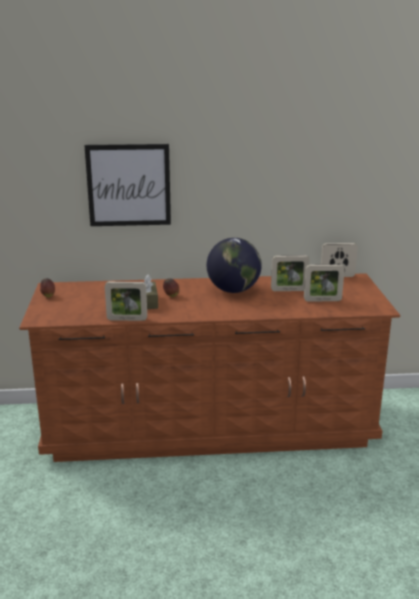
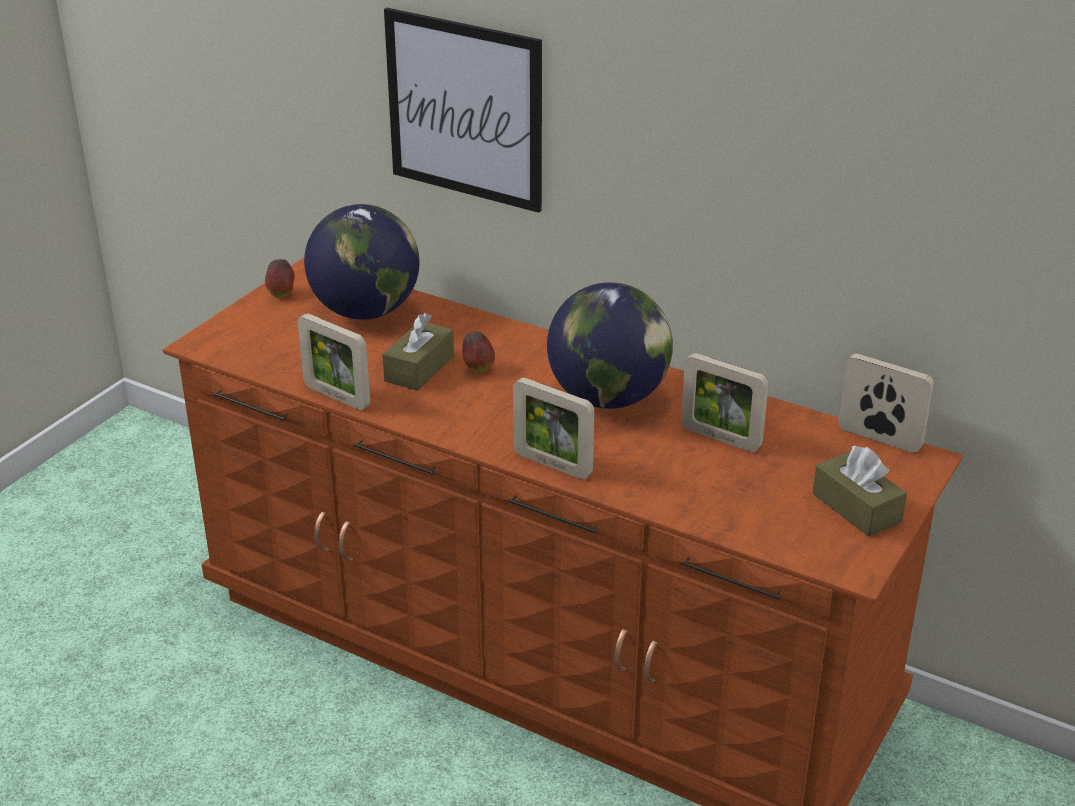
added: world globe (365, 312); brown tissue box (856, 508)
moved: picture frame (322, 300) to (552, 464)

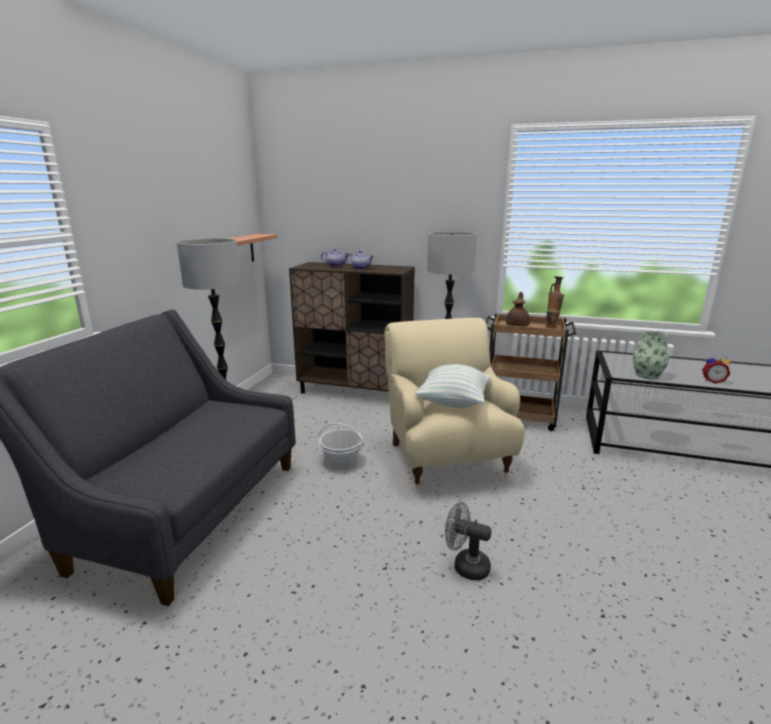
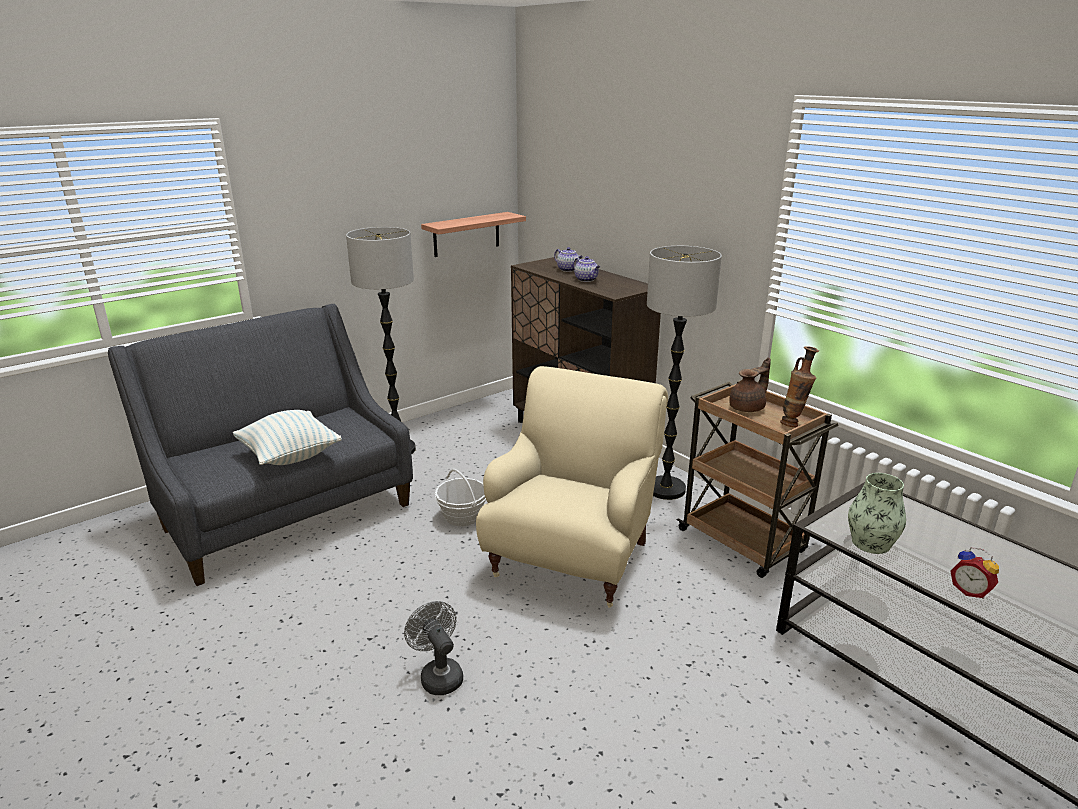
moved: pillow (453, 402) to (290, 456)

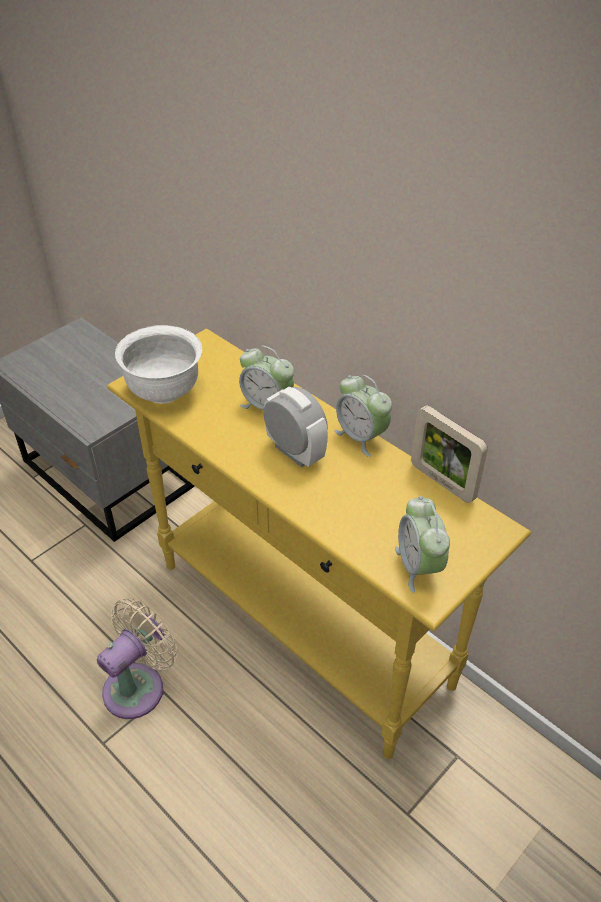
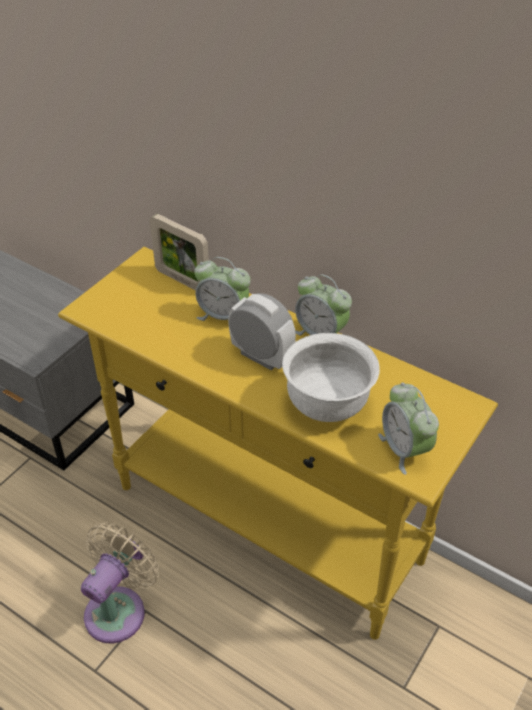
moved: white-coloured bowl (164, 391) to (327, 405); picture frame (442, 482) to (182, 280)

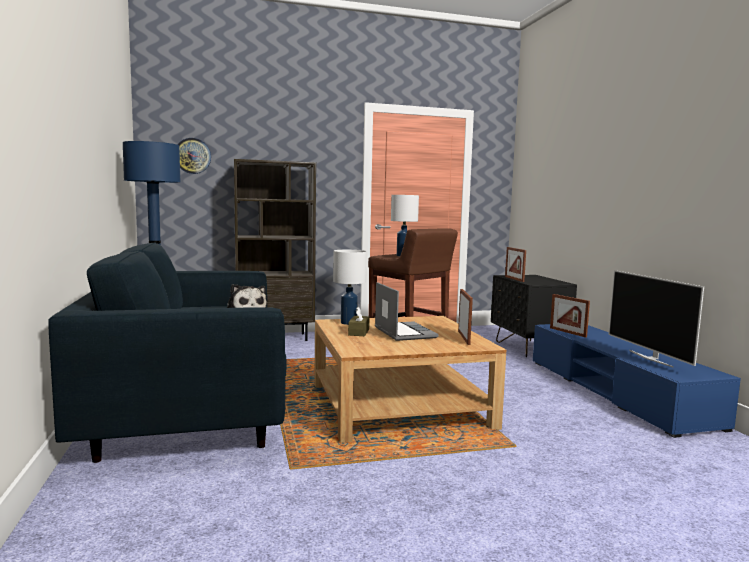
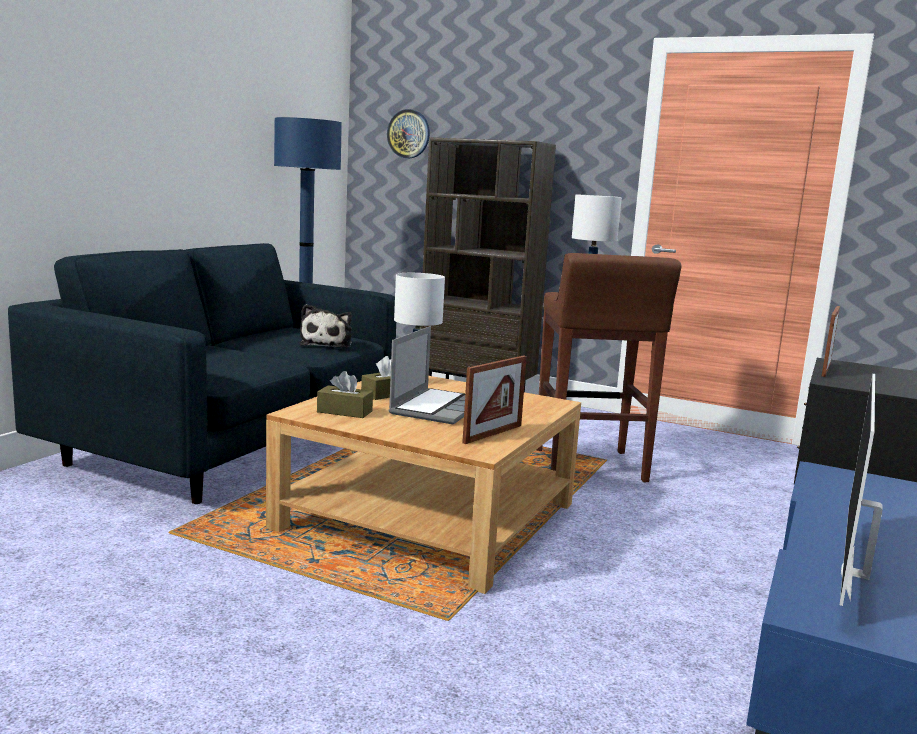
removed: picture frame (567, 332)
added: brown tissue box (344, 412)

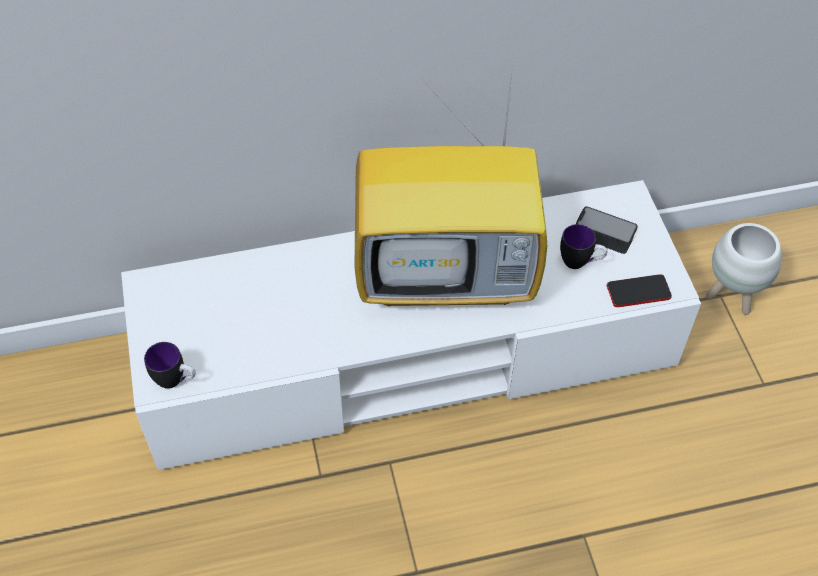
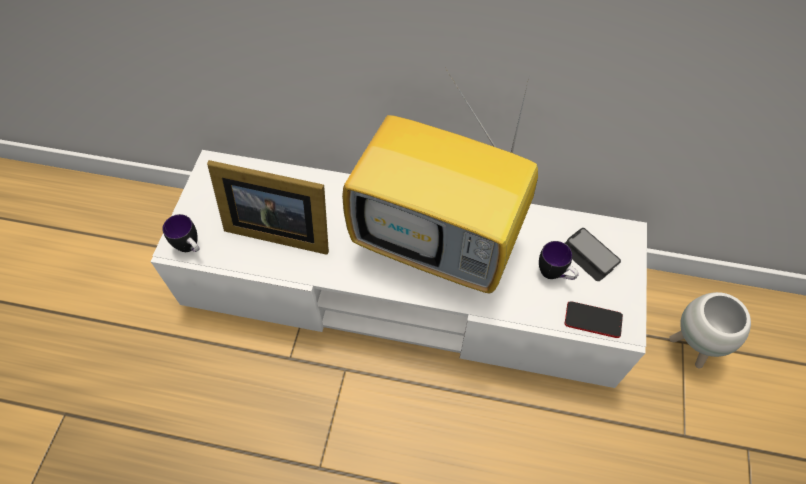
added: picture frame (277, 228)

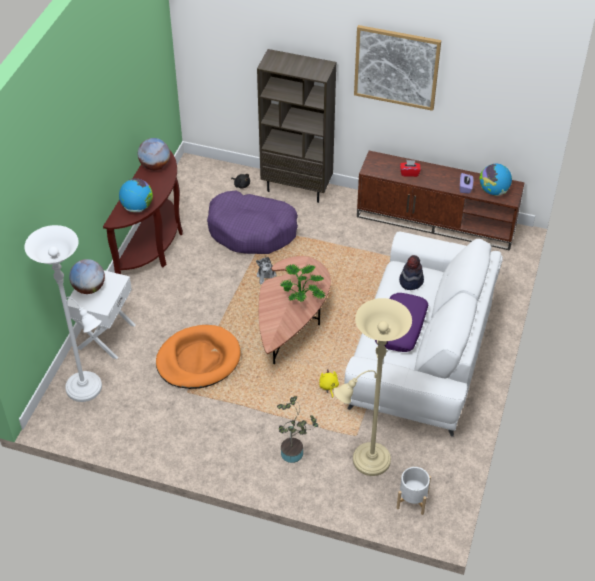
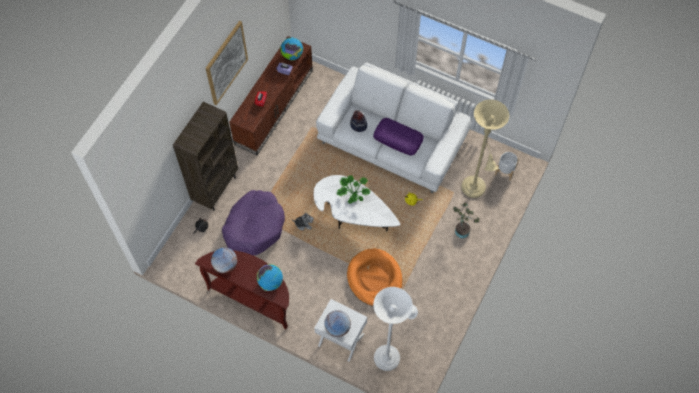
recoloured: brown lounge table (291, 323) to white-coloured lounge table (352, 214)

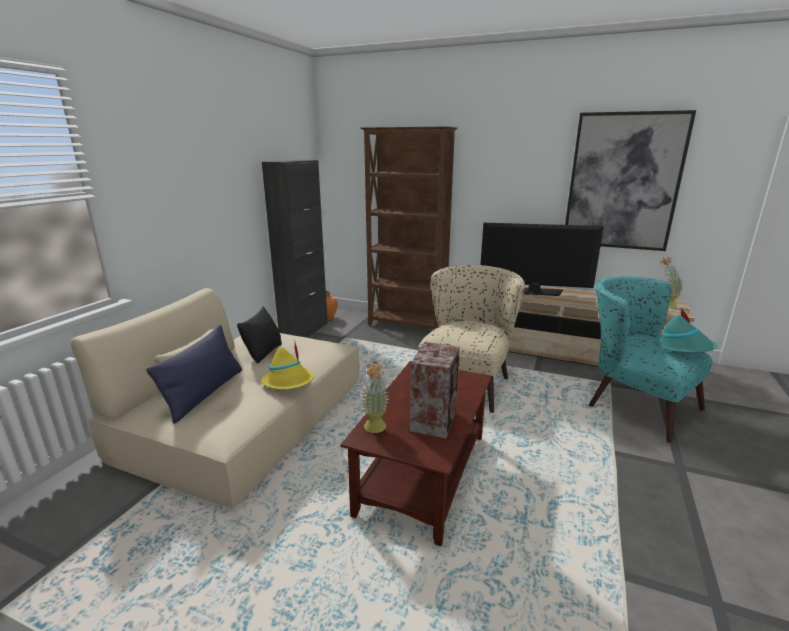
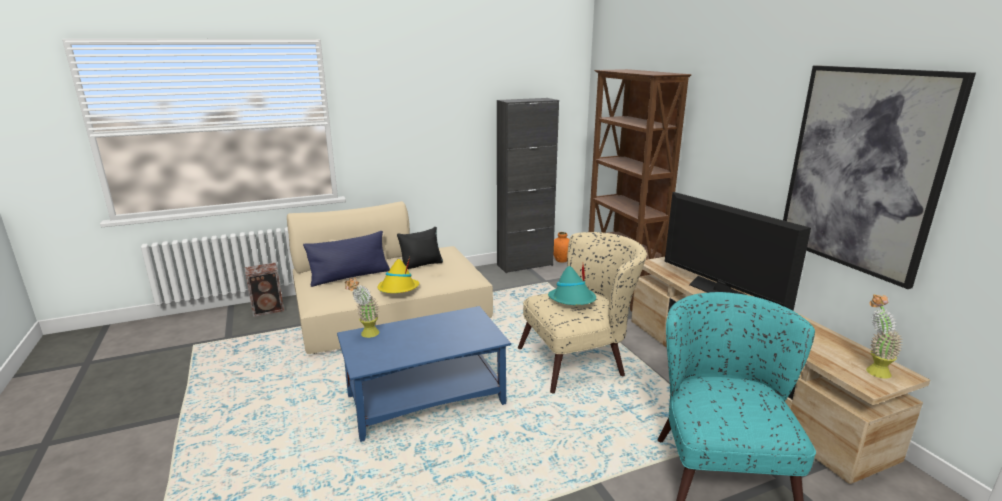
moved: turquoise hat (683, 347) to (572, 300); loudspeaker (435, 420) to (269, 309)
recoloured: brown lounge table (423, 472) to blue-coloured lounge table (427, 399)

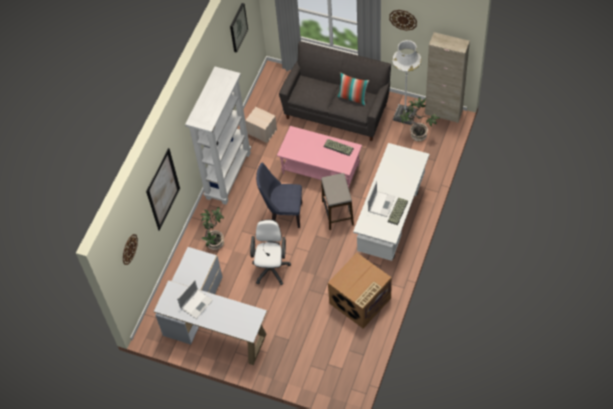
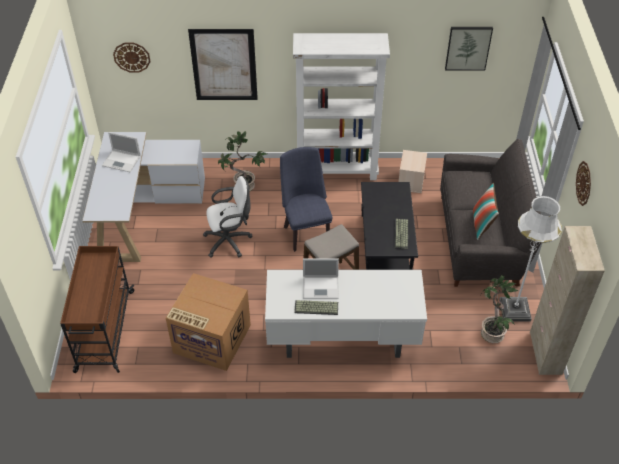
added: brown trolley (104, 331)
recoloured: pink lounge table (321, 169) to blackish lounge table (385, 248)

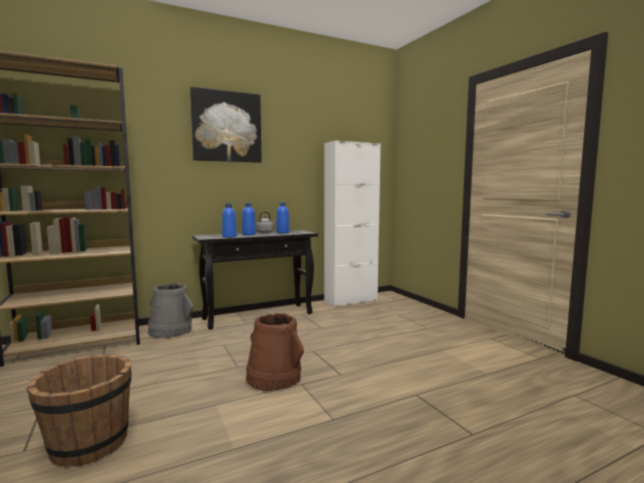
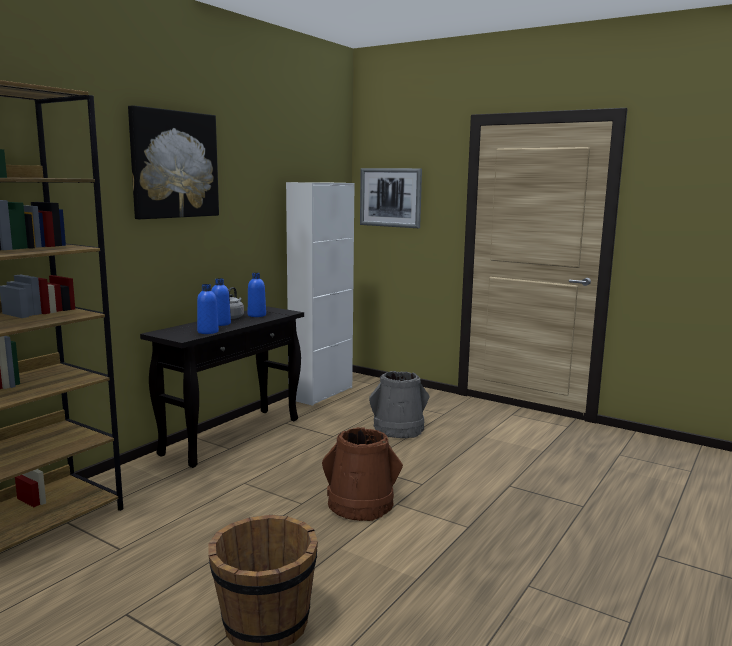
added: wall picture (390, 197)
moved: greyish water bucket (170, 331) to (399, 429)

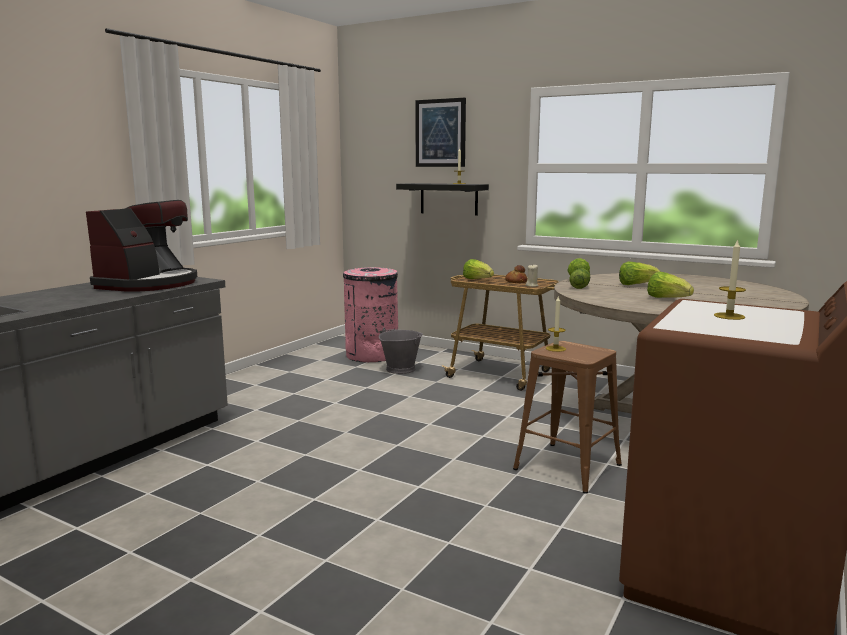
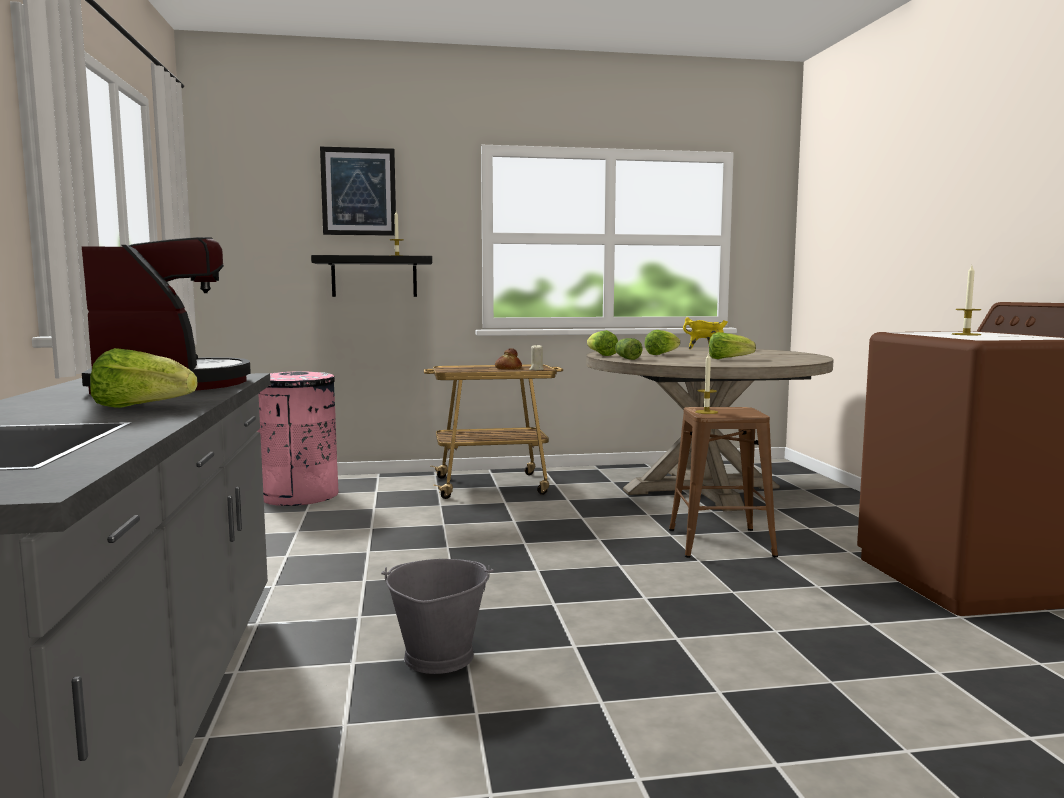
added: yellow stockpot (705, 349)
moved: lettuce (477, 280) to (142, 407); greyish water bucket (400, 369) to (438, 657)

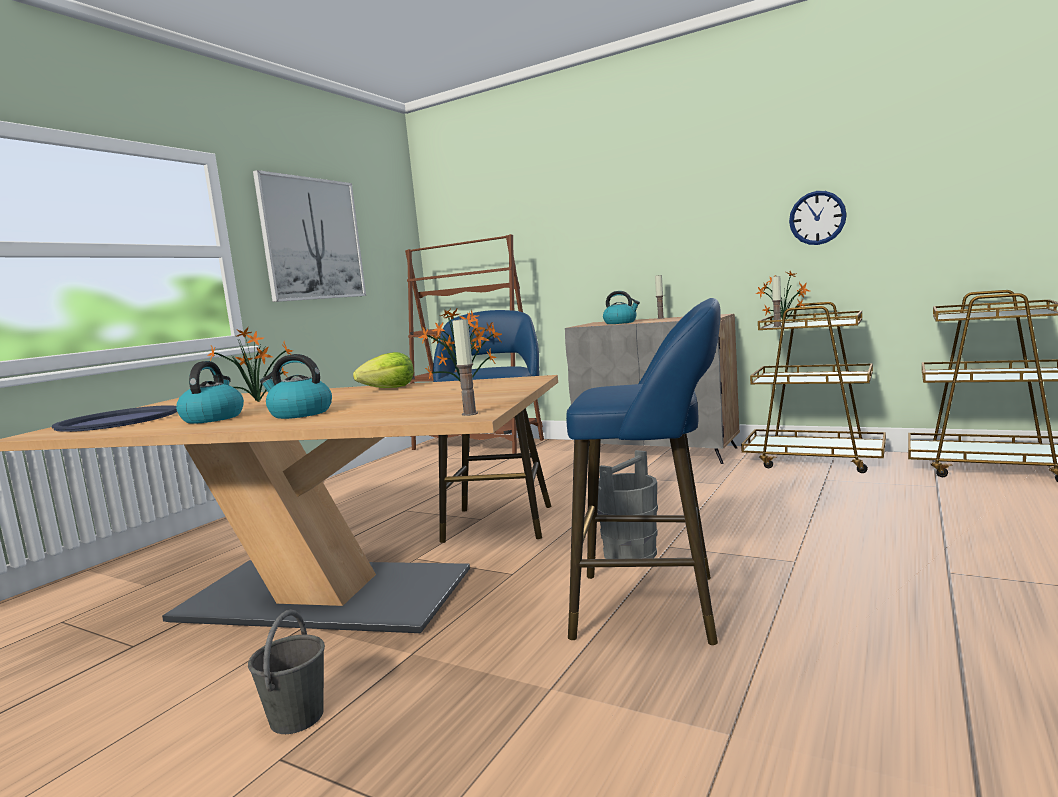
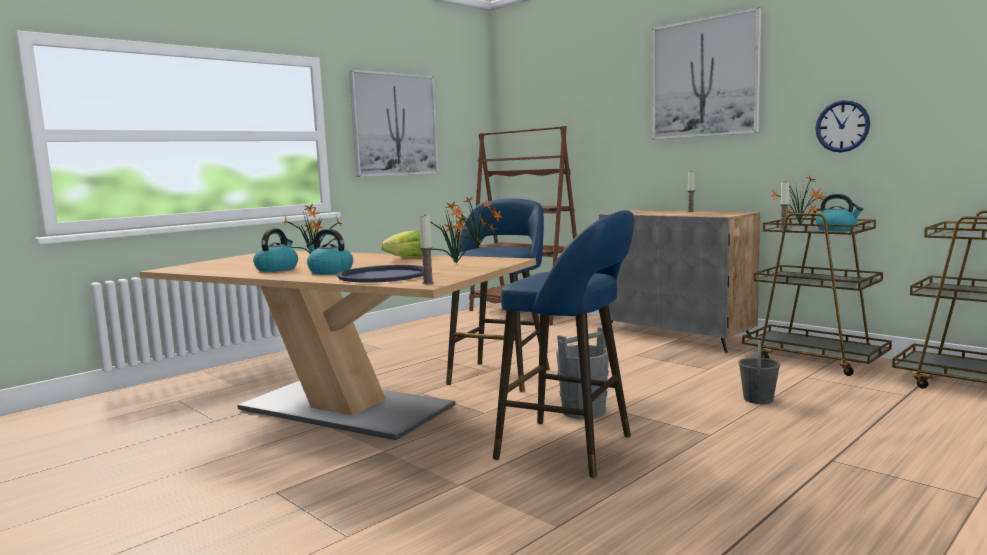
added: wall picture (704, 78)
moved: kettle (621, 323) to (837, 229); blue-coloured serving tray (118, 420) to (383, 275); greyish water bucket (296, 718) to (758, 399)

